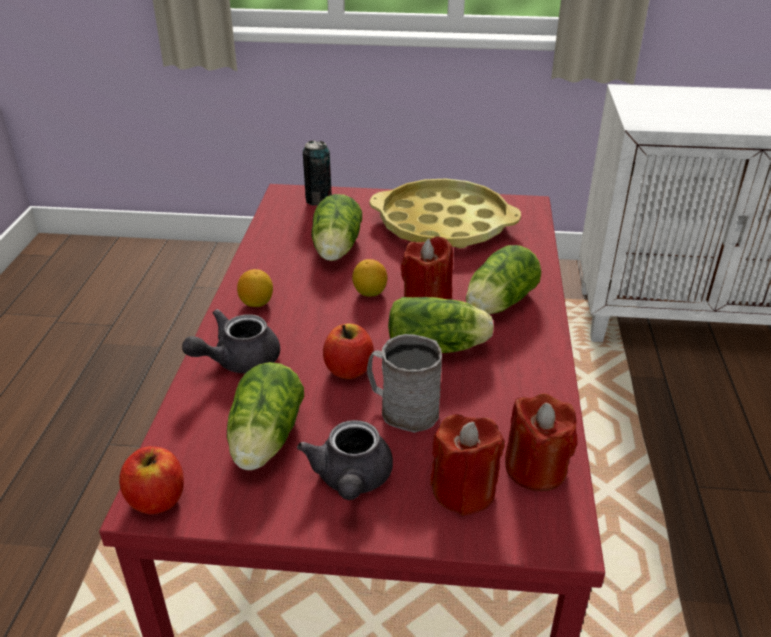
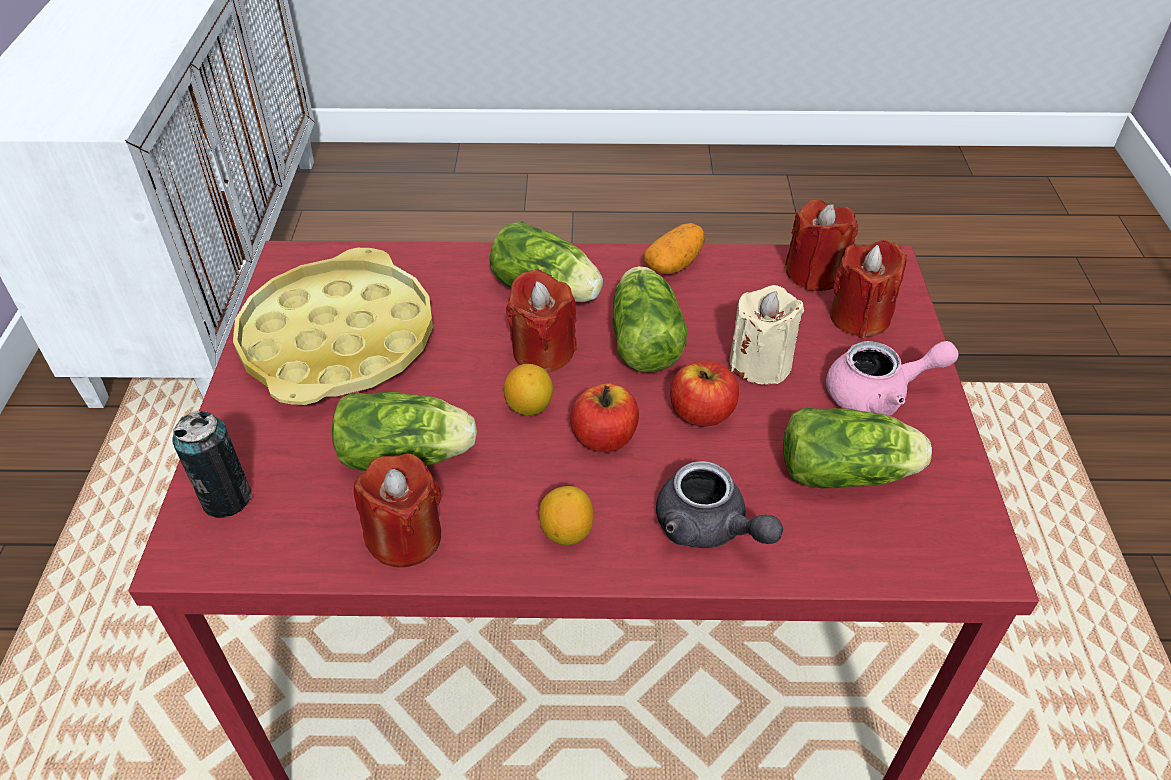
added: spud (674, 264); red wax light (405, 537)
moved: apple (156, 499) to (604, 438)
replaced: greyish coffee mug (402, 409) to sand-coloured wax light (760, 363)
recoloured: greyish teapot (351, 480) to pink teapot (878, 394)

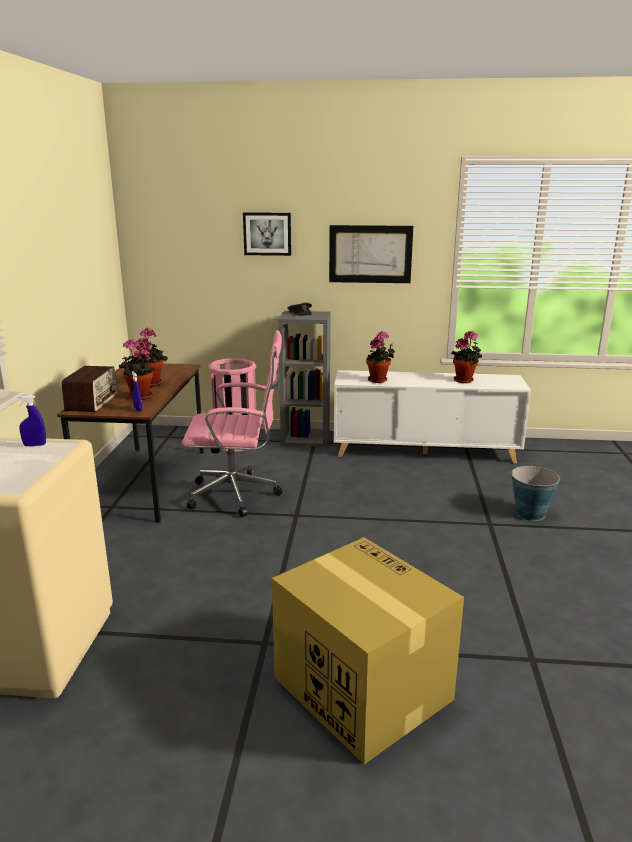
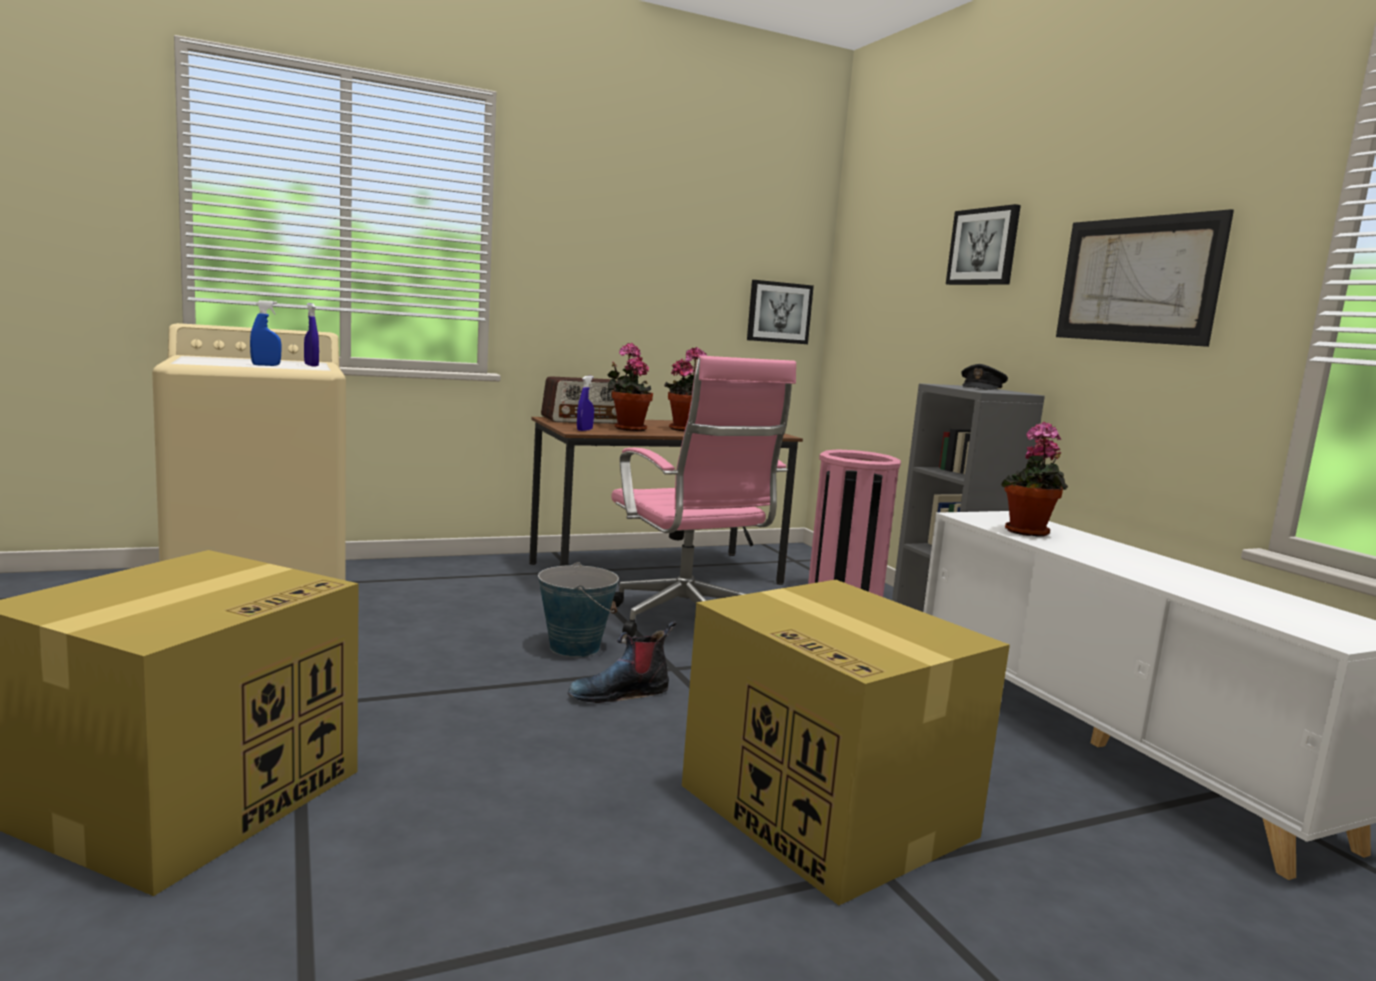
removed: potted plant (465, 380)
added: wall picture (779, 312); blue-coloured spray bottle (266, 365); packing box (830, 812); high-top boot (620, 693)
moved: water bucket (530, 513) to (574, 647)

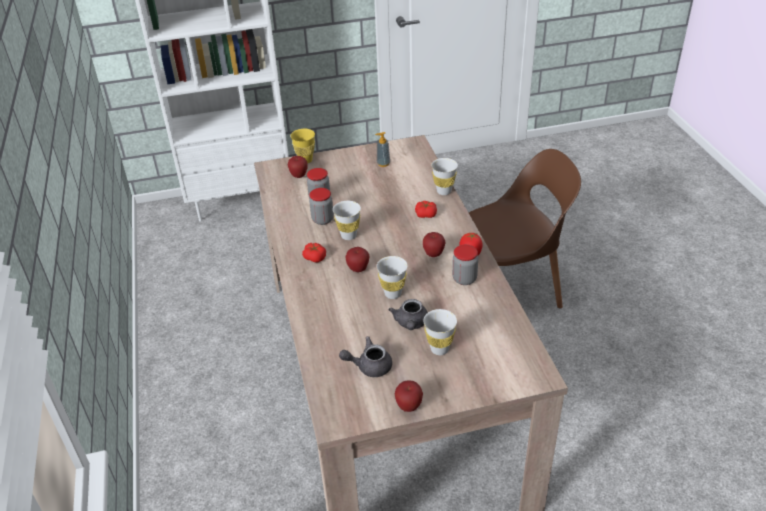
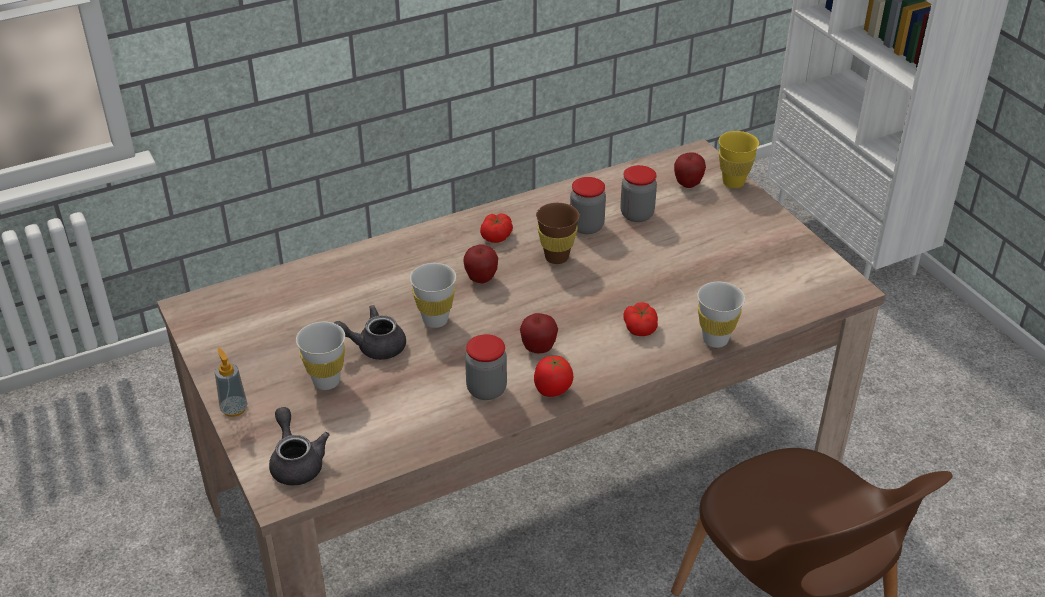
removed: apple (409, 406)
moved: liquid soap bottle (383, 164) to (234, 409); greyish teapot (369, 366) to (296, 462)
recoloured: white-coloured small cup (348, 236) to brown small cup (556, 257)

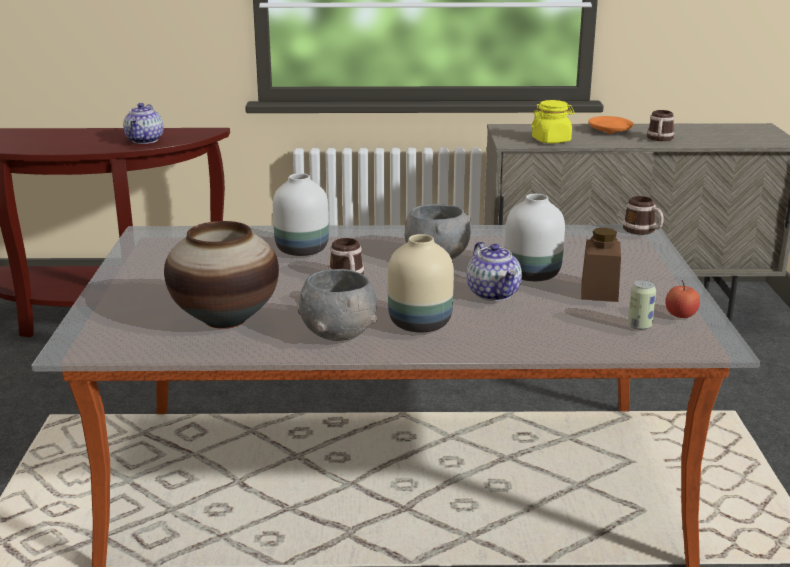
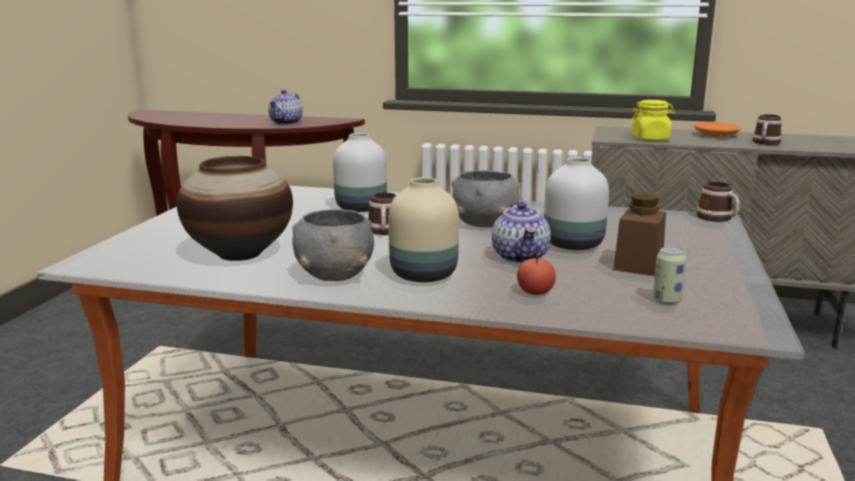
moved: apple (680, 315) to (535, 292)

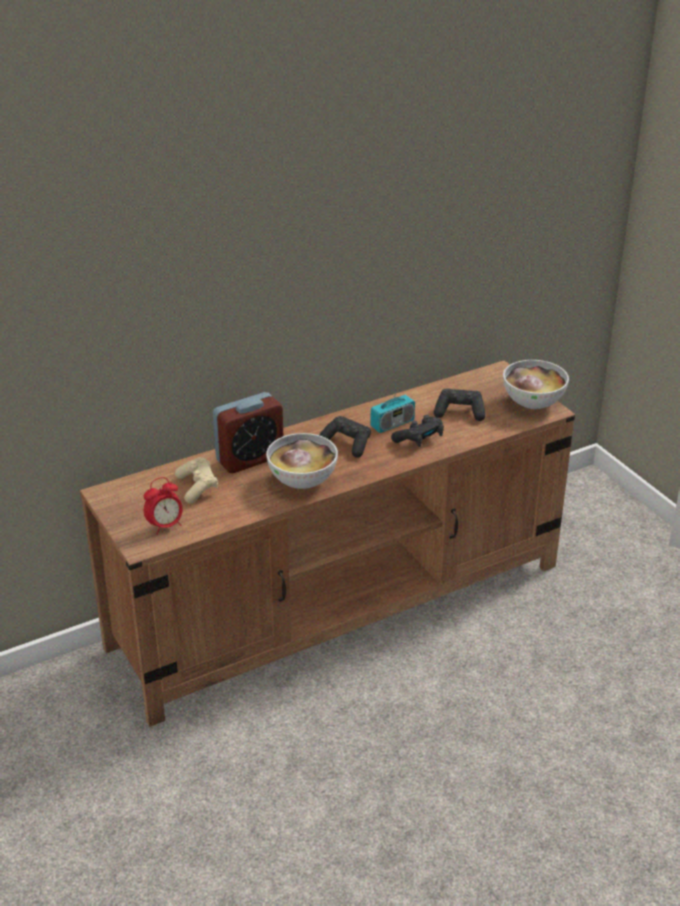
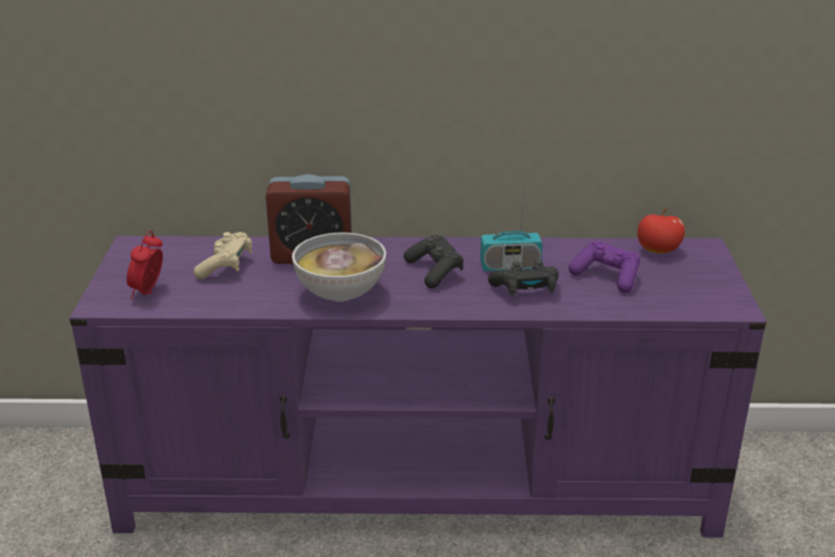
removed: bowl (533, 403)
added: apple (658, 251)
recoloured: brown tv unit (340, 605) to purplish tv unit (420, 483); blackish game controller (459, 412) to purplish game controller (606, 277)
turned: bedside clock (165, 526) = (149, 292) 105 degrees clockwise

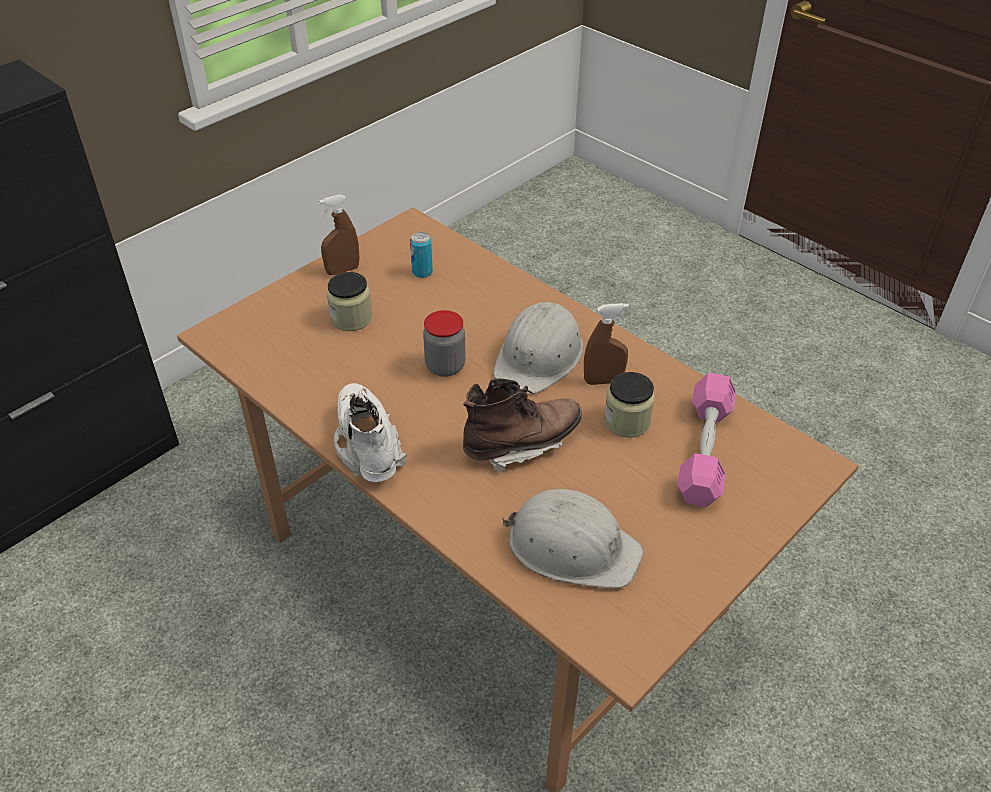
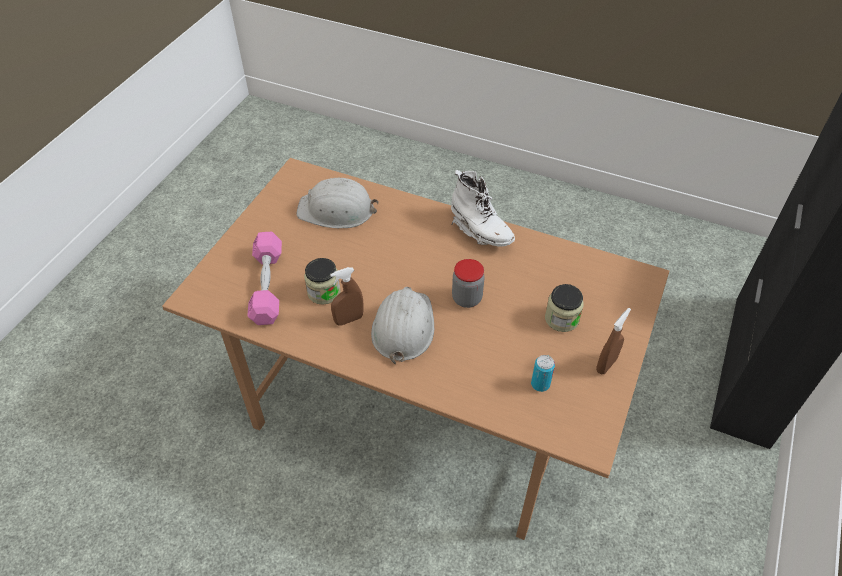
removed: brown high-top boot (521, 444)

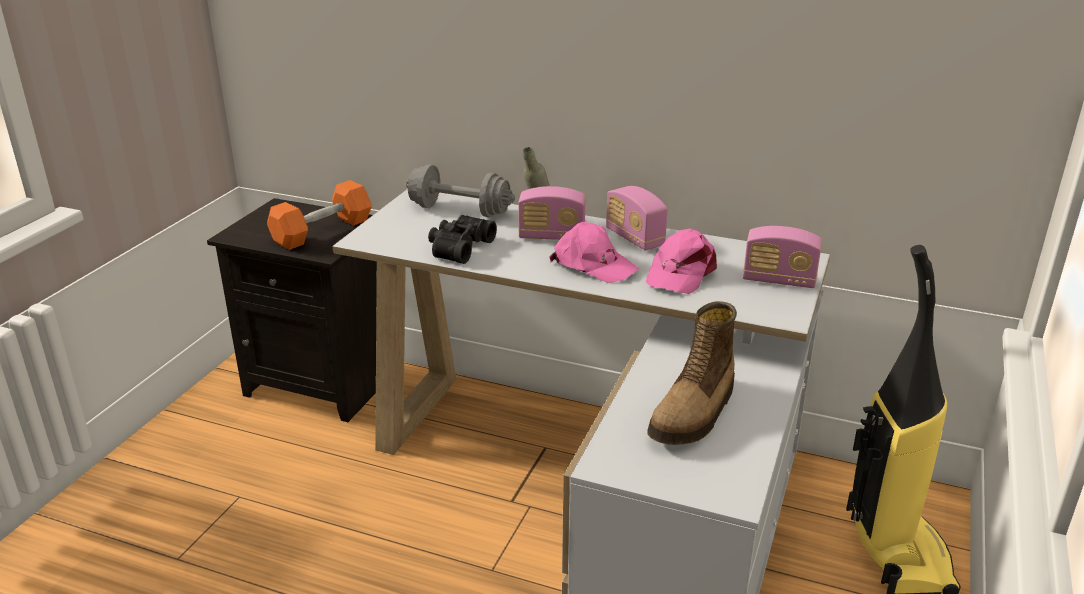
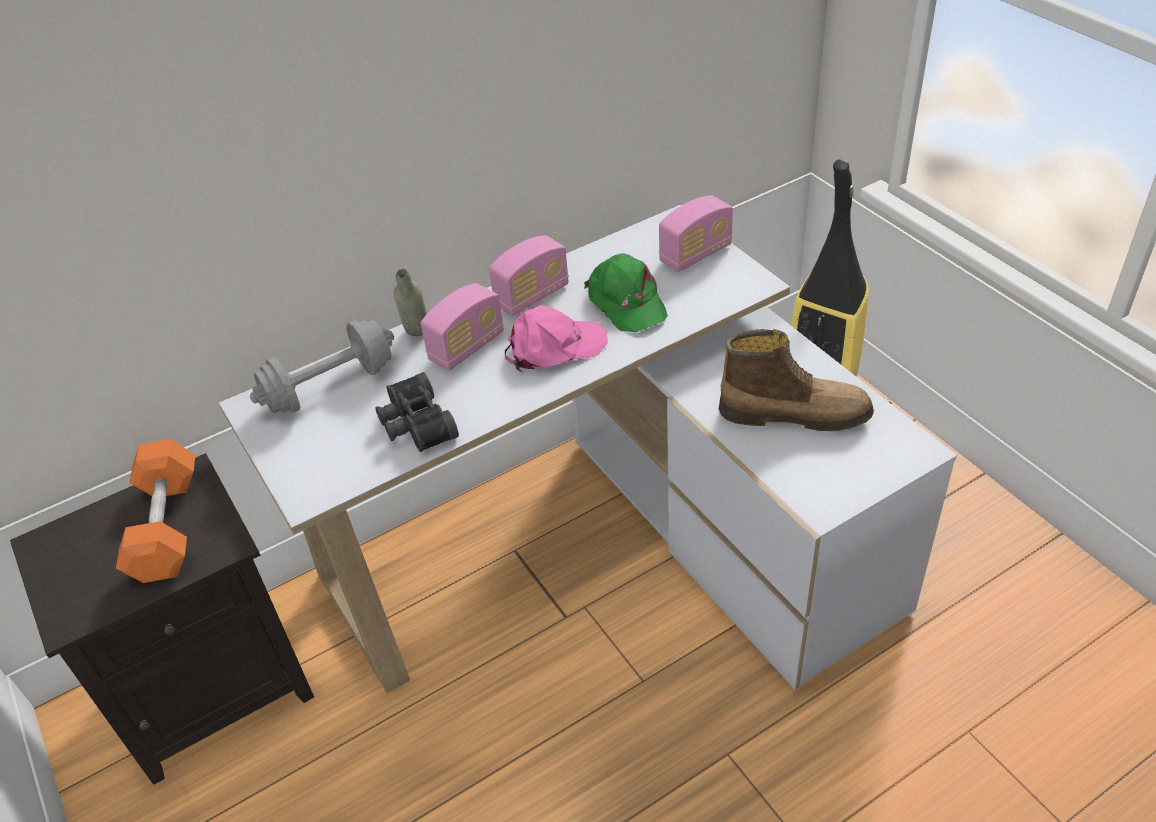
recoloured: pink peaked cap (680, 273) to green peaked cap (626, 302)
turned: radio (634, 238) = (532, 296) 45 degrees counterclockwise; high-top boot (694, 414) = (794, 413) 60 degrees counterclockwise

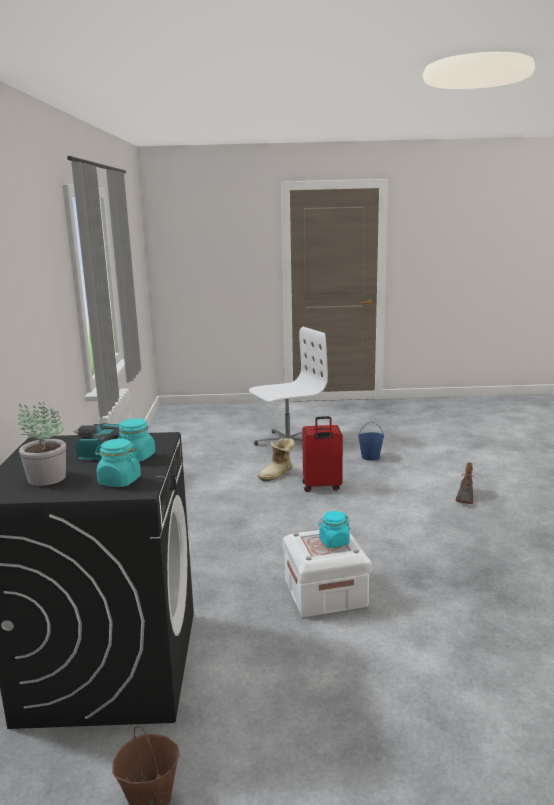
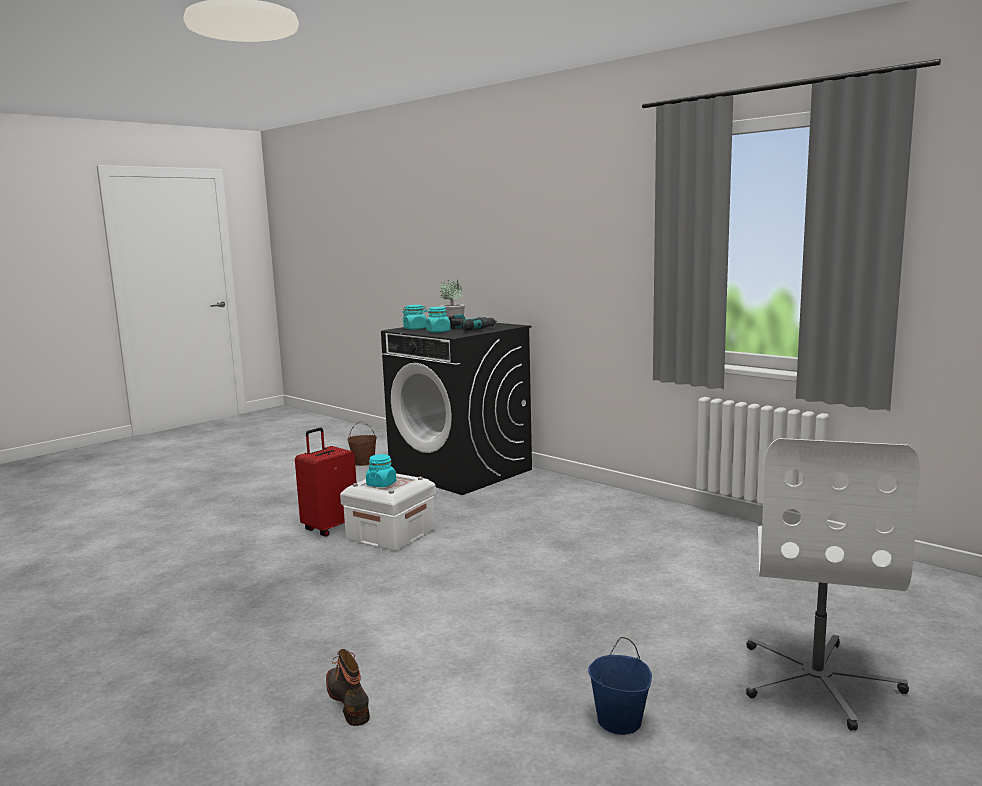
removed: high-top boot (278, 474)
moved: red travel case (321, 487) to (330, 527)

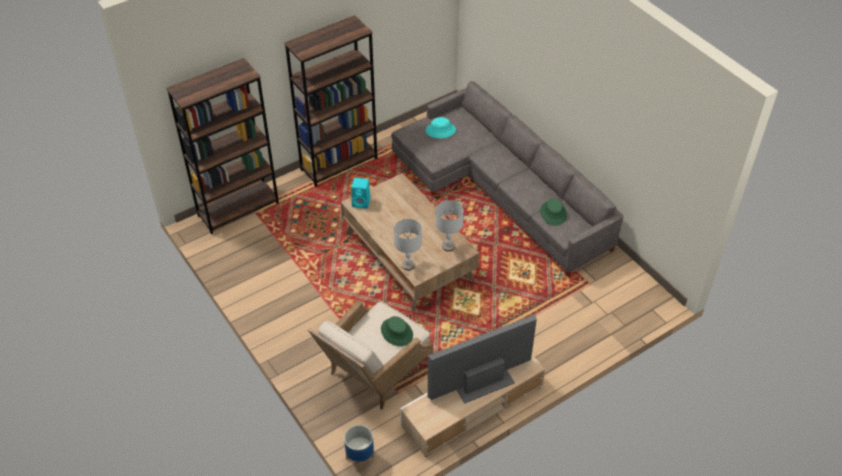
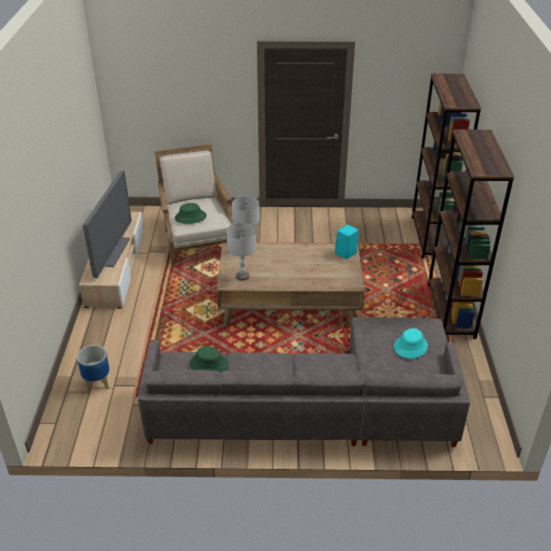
moved: planter (360, 458) to (97, 383)

